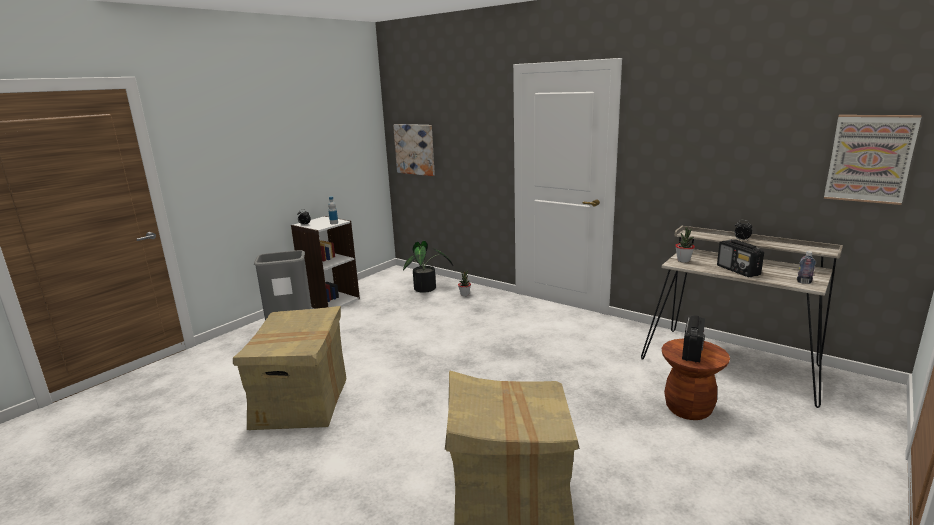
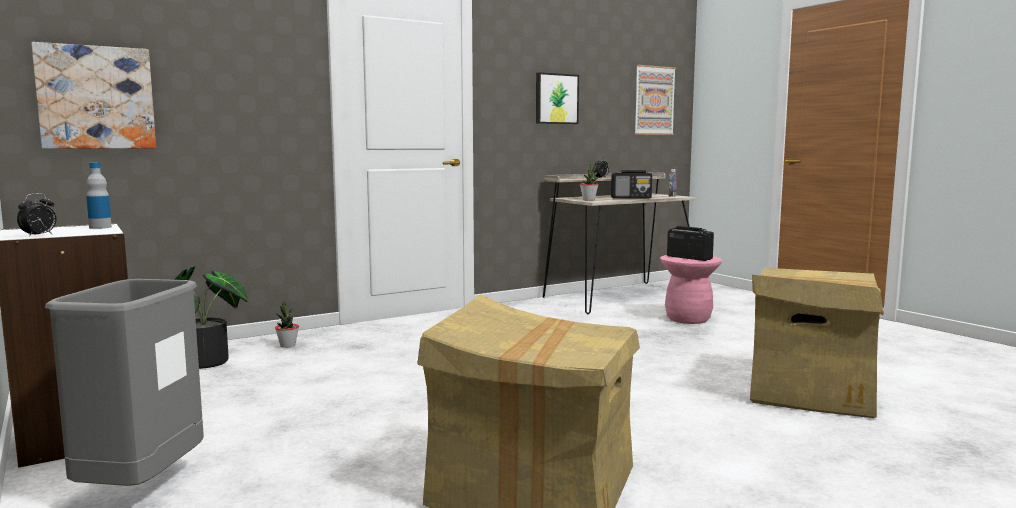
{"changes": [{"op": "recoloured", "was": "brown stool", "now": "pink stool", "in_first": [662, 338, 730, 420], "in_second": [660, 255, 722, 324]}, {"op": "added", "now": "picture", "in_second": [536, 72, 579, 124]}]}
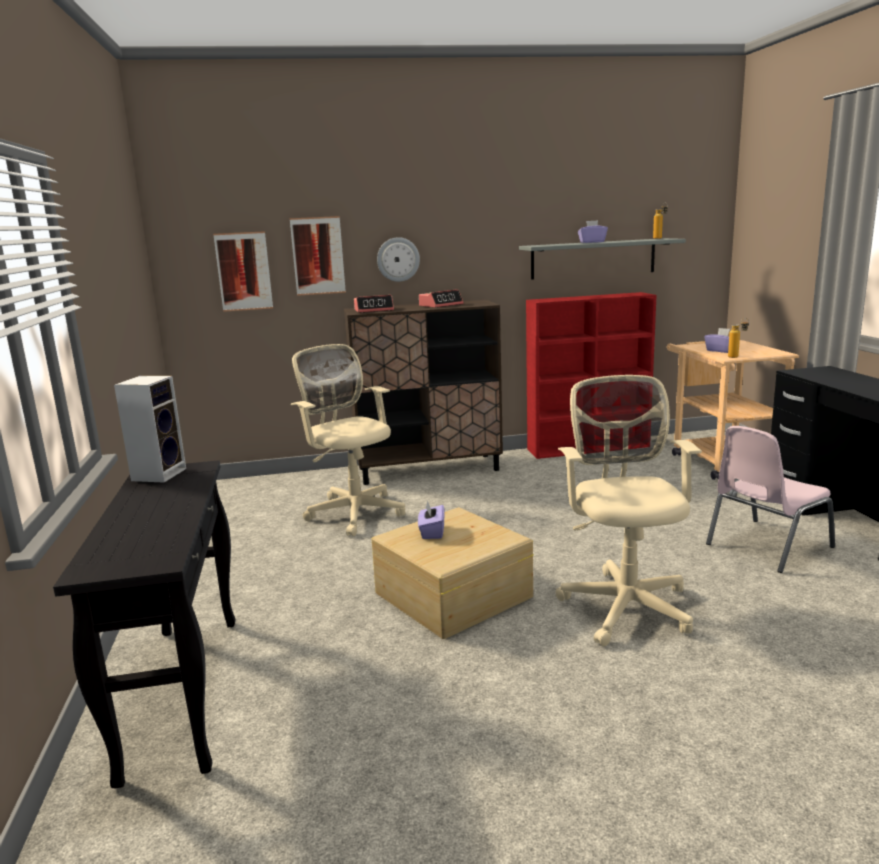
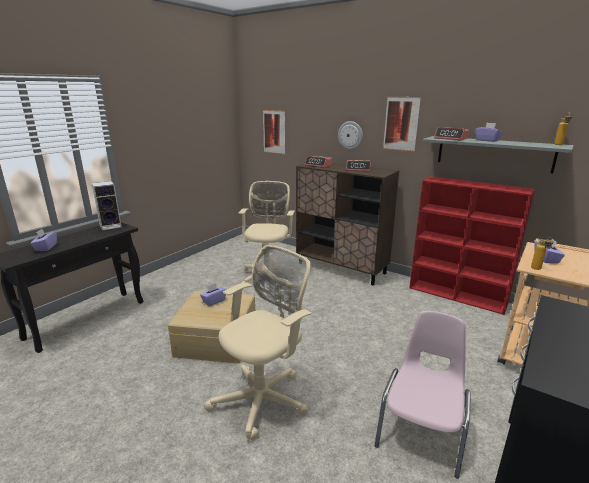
{"changes": [{"op": "moved", "was": "picture", "in_first": [290, 216, 346, 296], "in_second": [383, 97, 421, 151]}, {"op": "turned", "was": "pink chair", "in_first": [706, 426, 835, 573], "in_second": [375, 311, 471, 479], "clockwise": 105}, {"op": "added", "now": "purple tissue box", "in_second": [30, 229, 57, 251]}, {"op": "added", "now": "alarm clock", "in_second": [434, 127, 469, 140]}]}
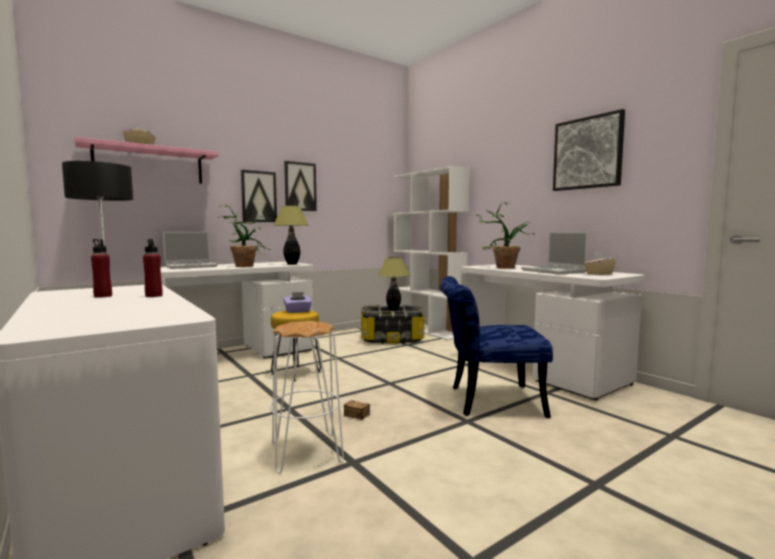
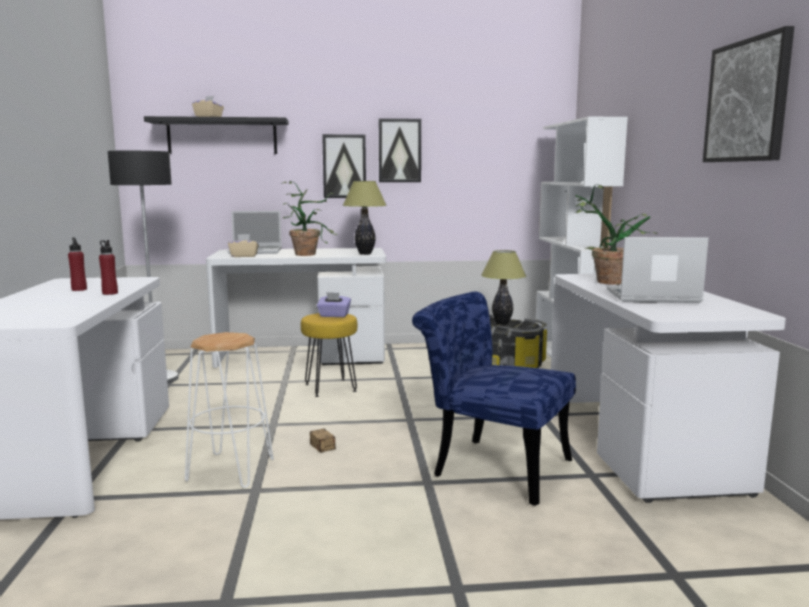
{"changes": [{"op": "recoloured", "was": "pink shelf", "now": "black shelf", "in_first": [75, 137, 219, 184], "in_second": [144, 116, 289, 154]}, {"op": "turned", "was": "laptop", "in_first": [521, 231, 589, 274], "in_second": [607, 237, 709, 303], "clockwise": 90}, {"op": "moved", "was": "beige tissue box", "in_first": [584, 252, 616, 275], "in_second": [228, 234, 259, 257]}]}
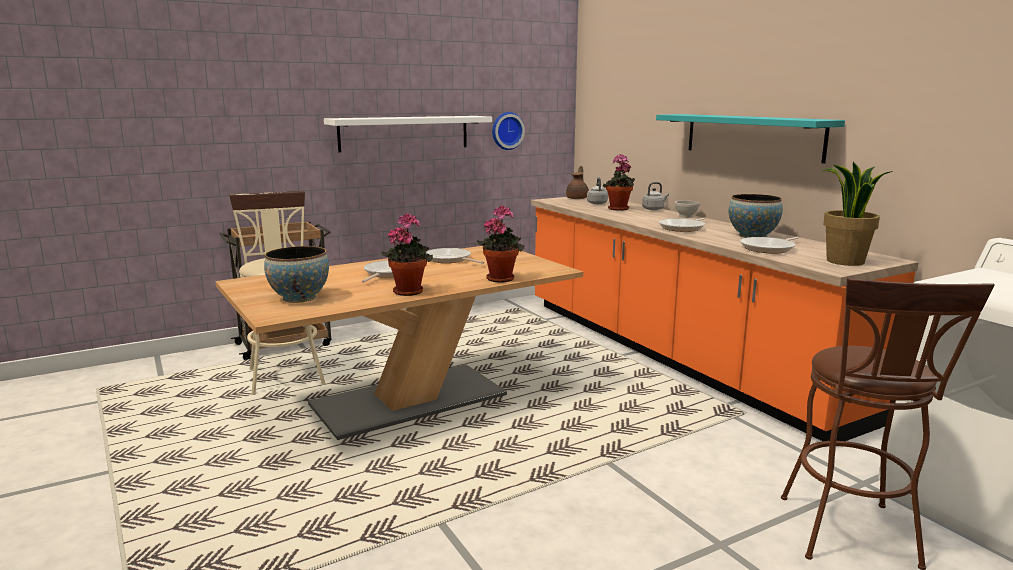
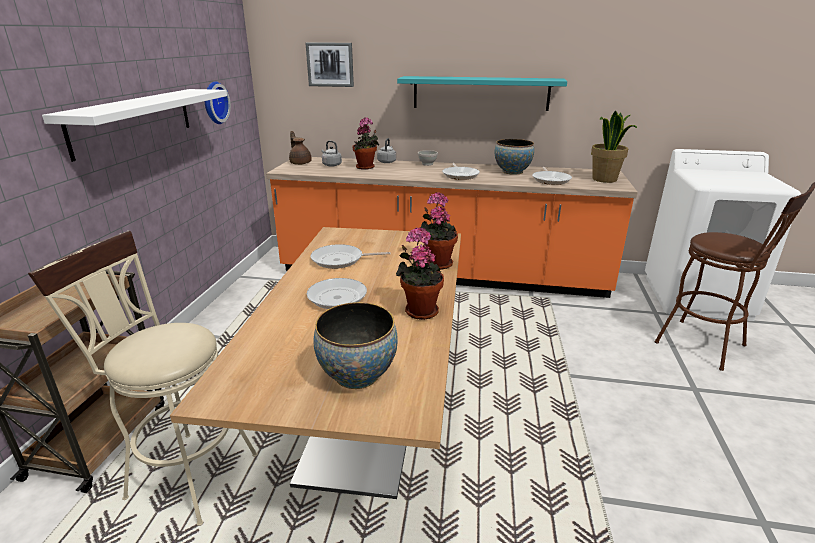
{"changes": [{"op": "added", "now": "picture", "in_second": [306, 43, 354, 87]}]}
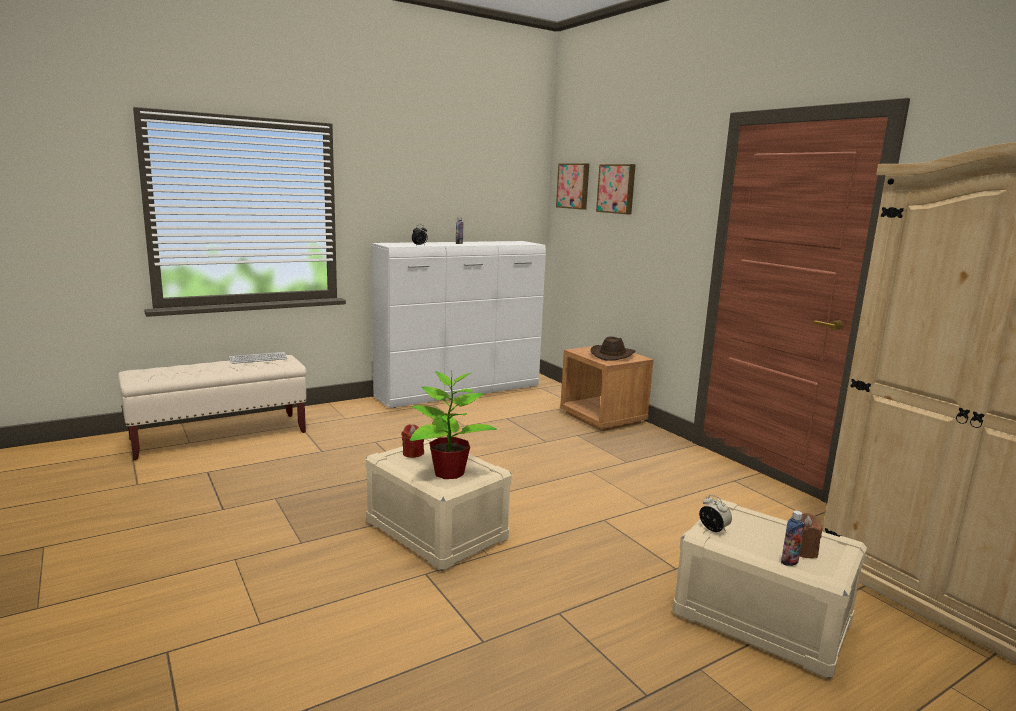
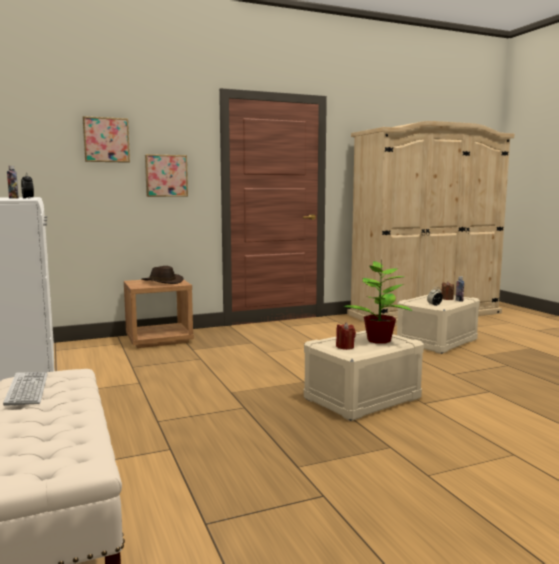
{"changes": [{"op": "moved", "was": "picture", "in_first": [556, 163, 589, 210], "in_second": [145, 154, 188, 197]}]}
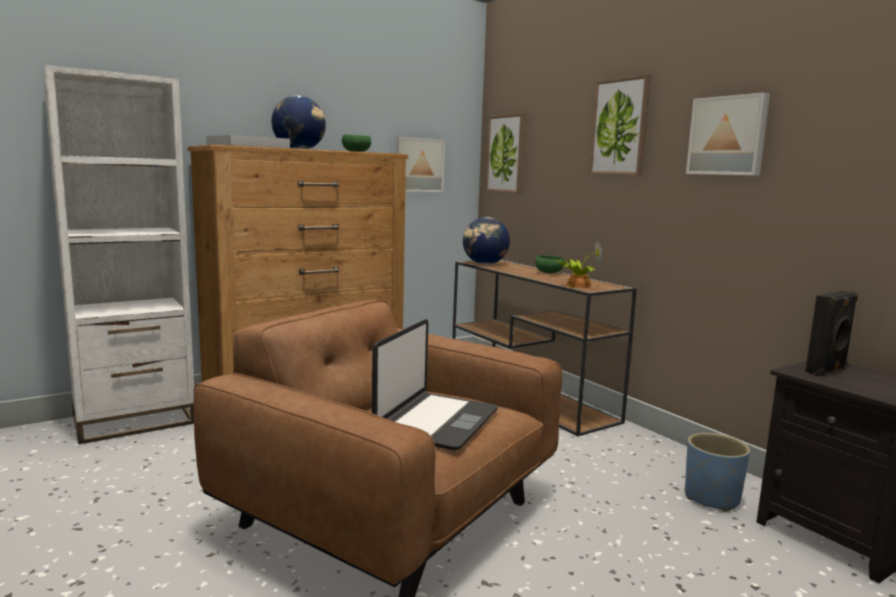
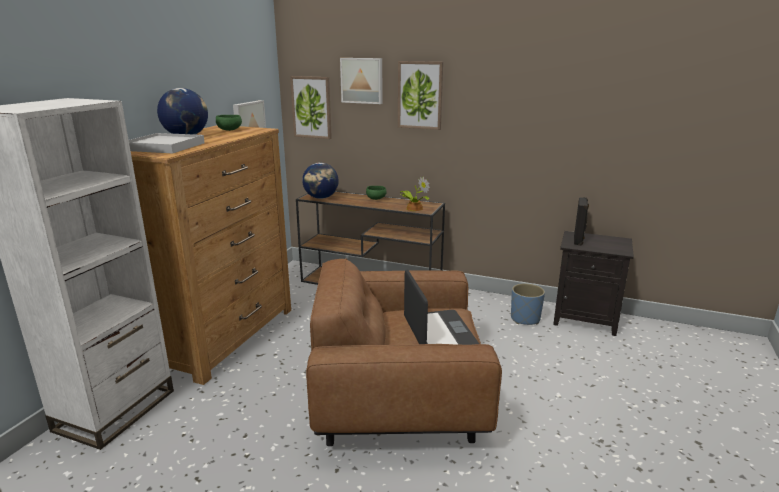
{"changes": [{"op": "moved", "was": "picture", "in_first": [686, 92, 770, 176], "in_second": [340, 58, 382, 104]}]}
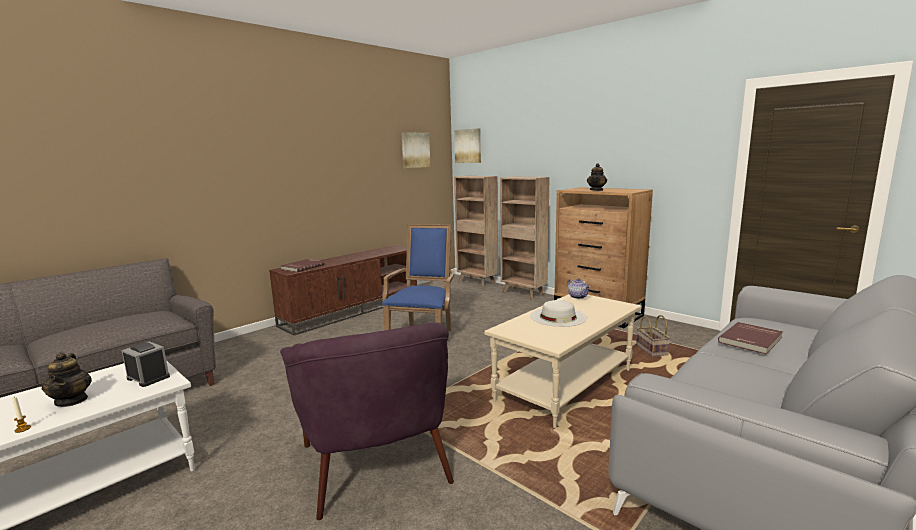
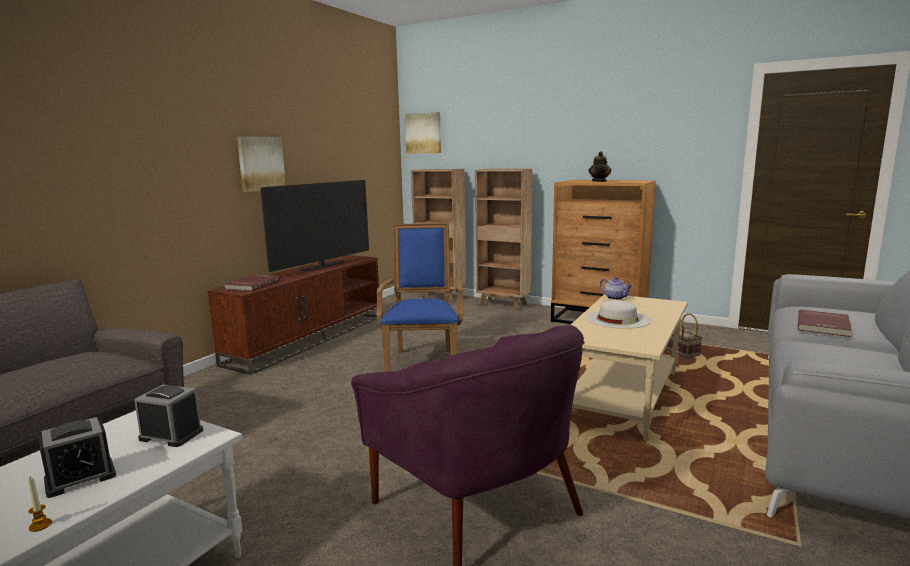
{"changes": [{"op": "replaced", "was": "teapot", "now": "alarm clock", "in_first": [41, 352, 92, 407], "in_second": [38, 417, 116, 498]}, {"op": "moved", "was": "picture", "in_first": [402, 132, 430, 168], "in_second": [237, 137, 286, 192]}, {"op": "added", "now": "television", "in_second": [260, 180, 369, 272]}]}
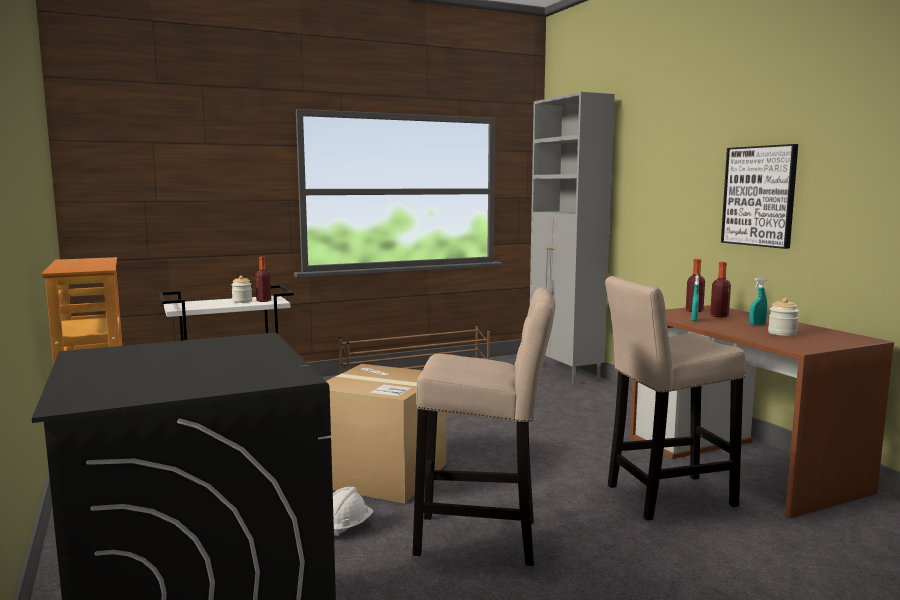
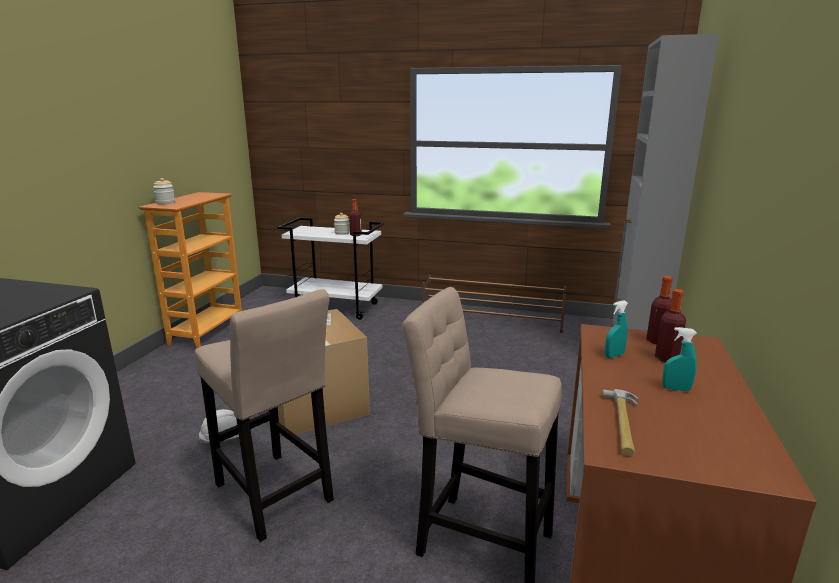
{"changes": [{"op": "removed", "was": "picture", "in_first": [721, 144, 798, 249]}, {"op": "moved", "was": "jar", "in_first": [768, 298, 799, 336], "in_second": [153, 178, 175, 204]}, {"op": "added", "now": "hammer", "in_second": [602, 389, 638, 456]}]}
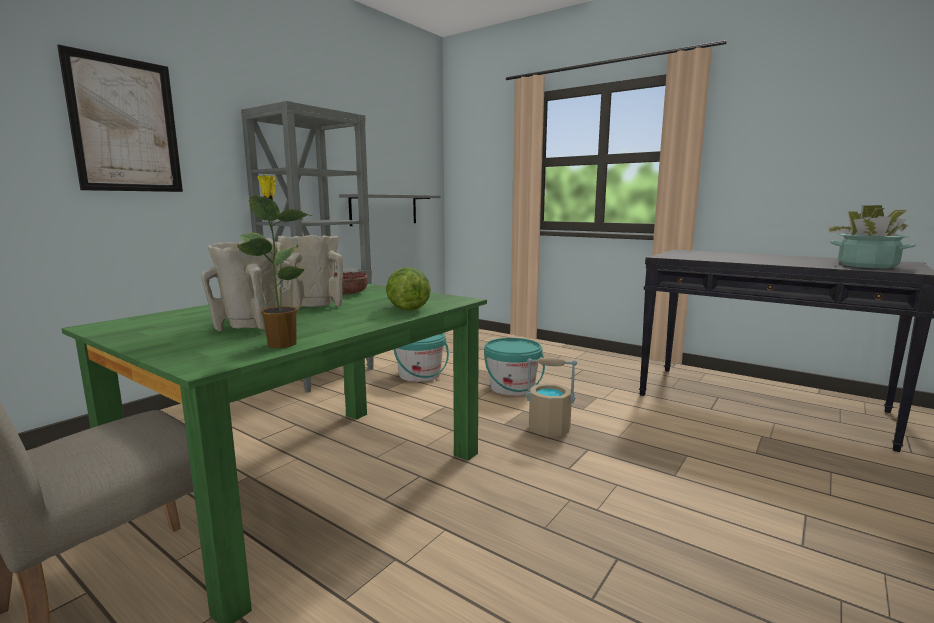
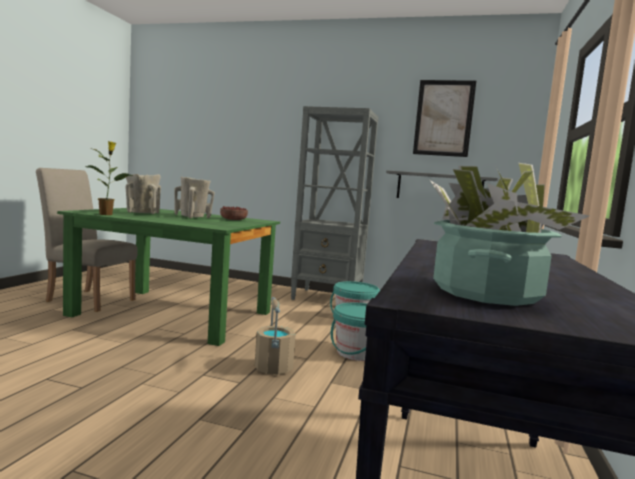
{"changes": [{"op": "moved", "was": "picture", "in_first": [57, 44, 183, 192], "in_second": [413, 80, 476, 157]}, {"op": "removed", "was": "lettuce", "in_first": [386, 267, 431, 310]}]}
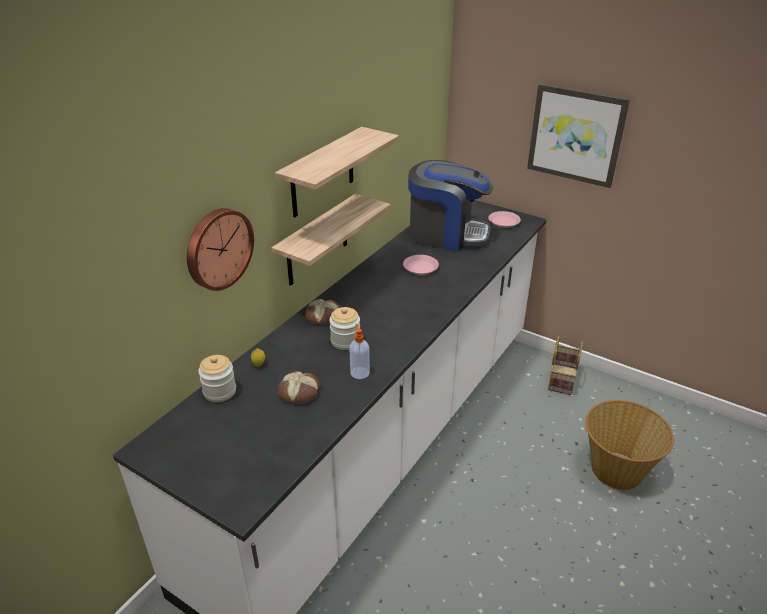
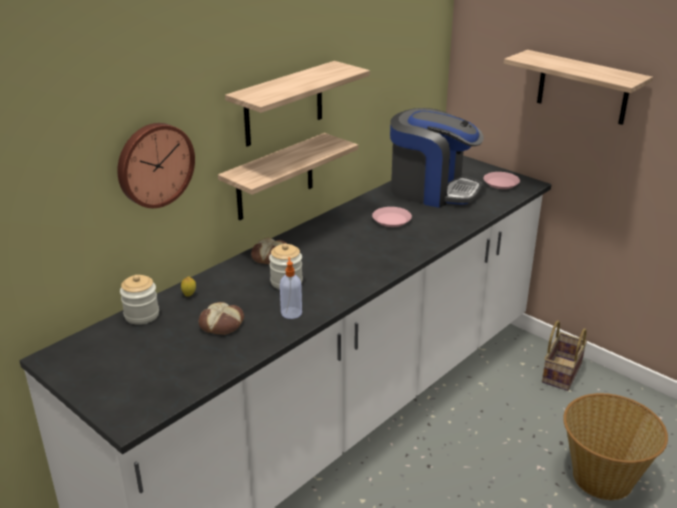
{"changes": [{"op": "replaced", "was": "picture", "now": "shelf", "in_first": [527, 84, 630, 188], "in_second": [504, 50, 653, 125]}]}
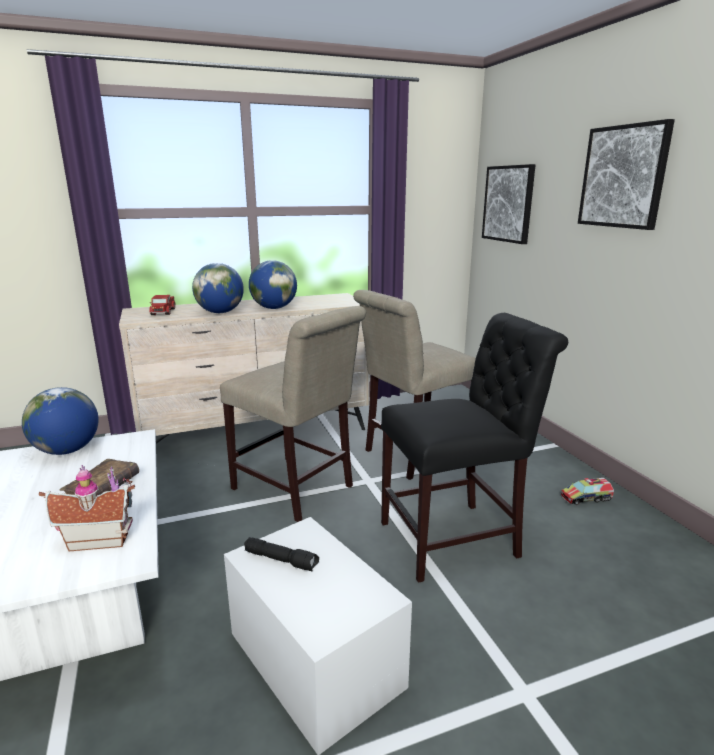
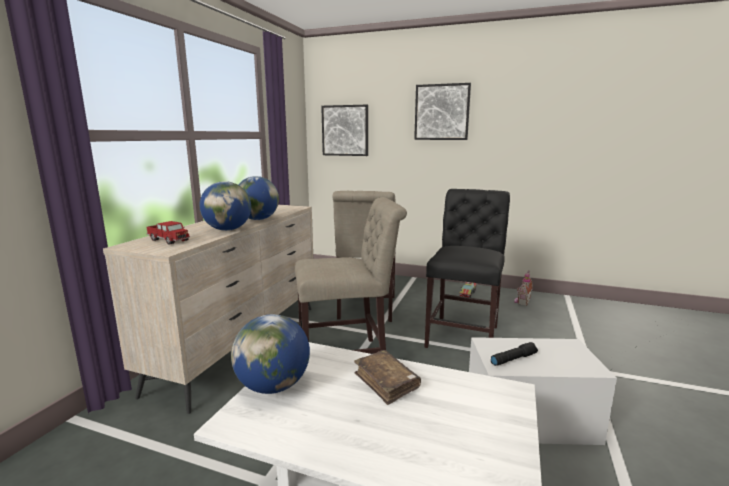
{"changes": [{"op": "moved", "was": "toy house", "in_first": [39, 465, 135, 551], "in_second": [514, 271, 533, 306]}]}
